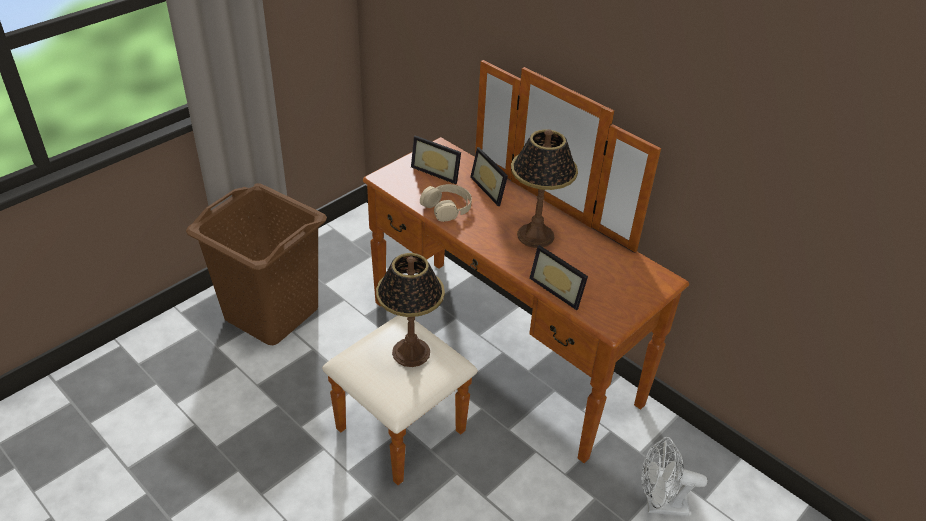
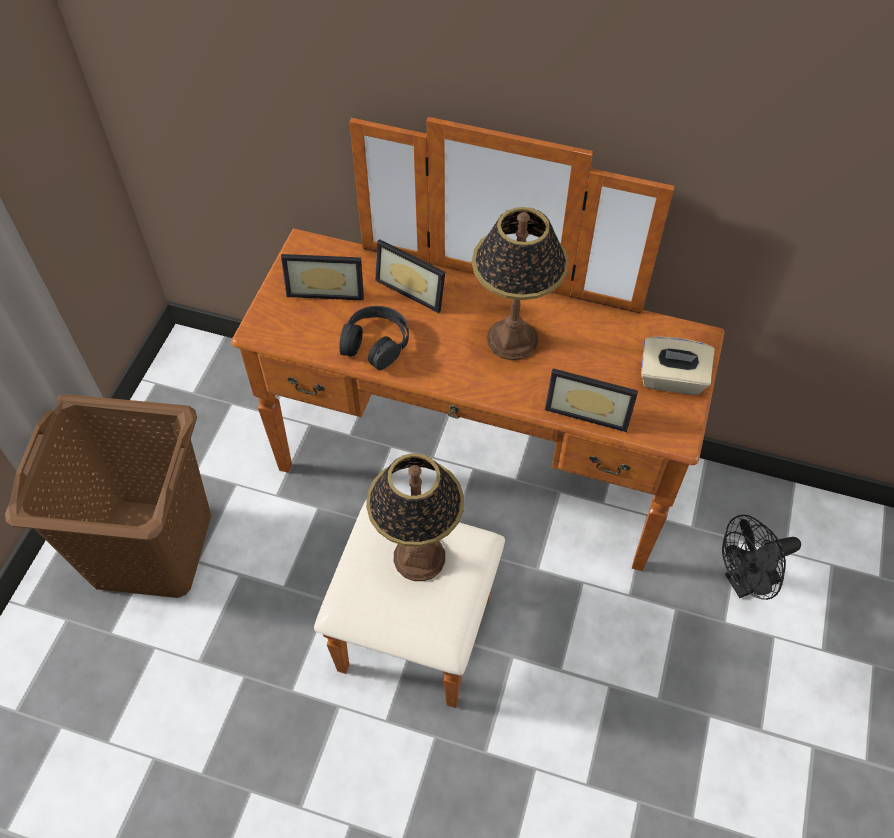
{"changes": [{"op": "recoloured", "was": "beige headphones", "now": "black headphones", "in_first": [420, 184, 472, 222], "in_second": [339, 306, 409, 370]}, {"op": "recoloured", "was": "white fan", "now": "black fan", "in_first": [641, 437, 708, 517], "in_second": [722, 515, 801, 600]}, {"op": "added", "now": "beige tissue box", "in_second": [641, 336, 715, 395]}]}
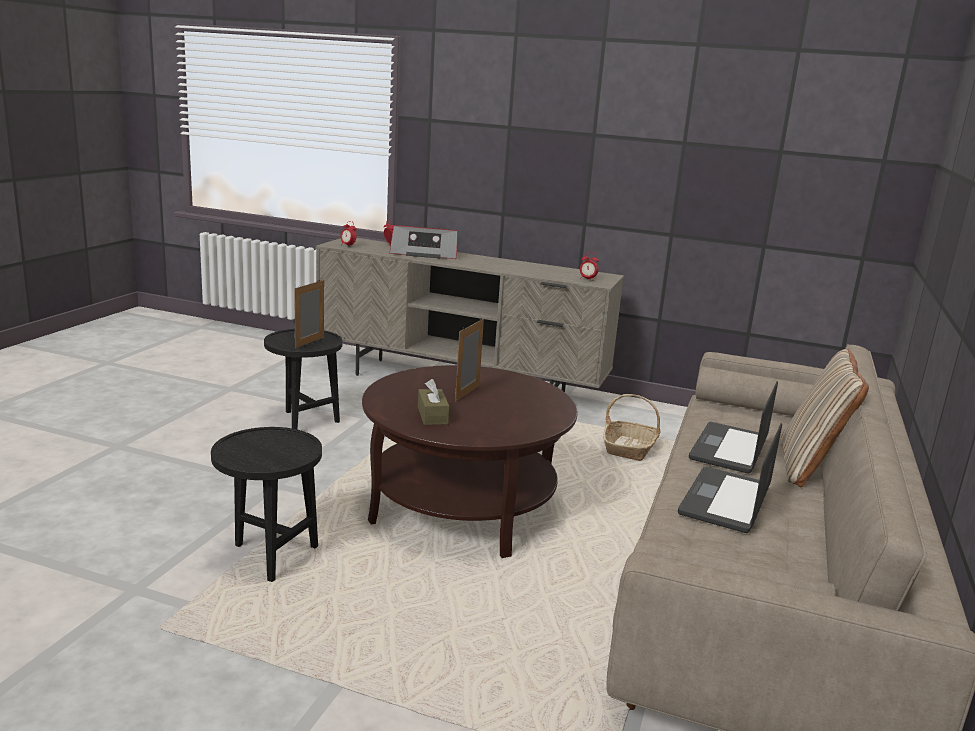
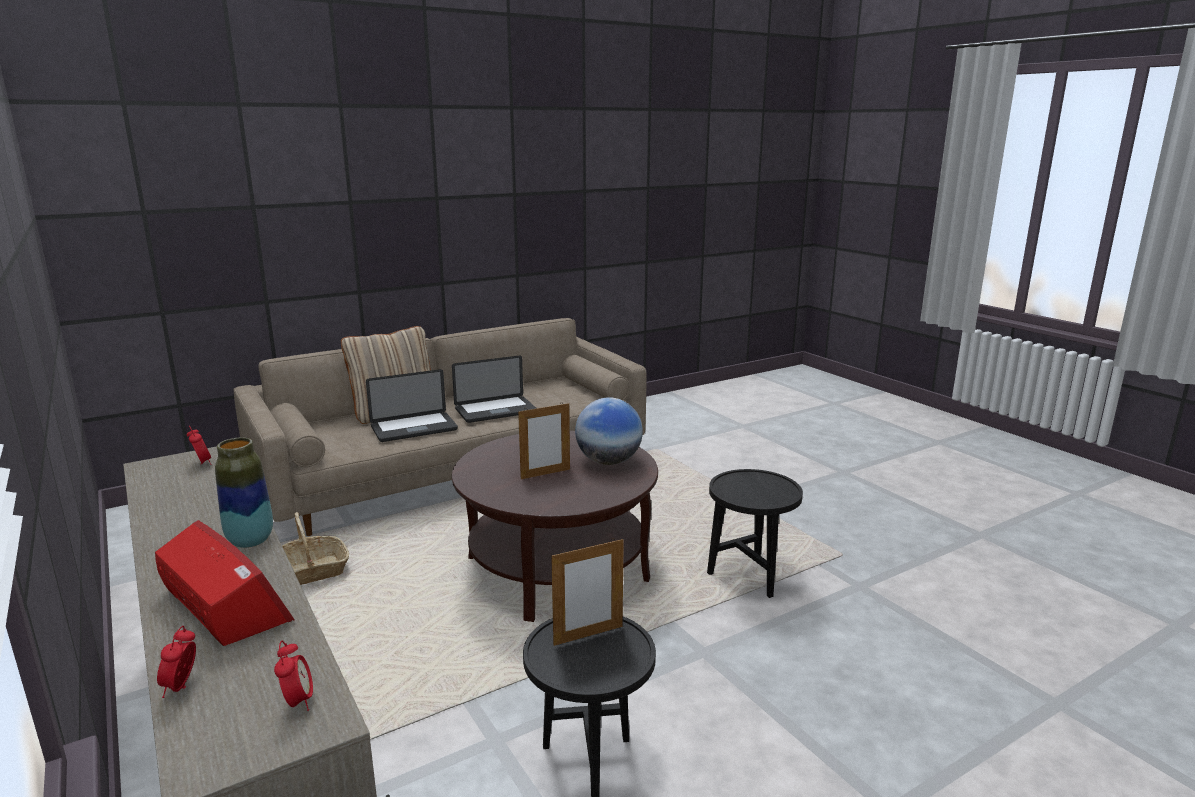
{"changes": [{"op": "replaced", "was": "brown tissue box", "now": "globe", "in_first": [418, 379, 449, 425], "in_second": [575, 397, 643, 465]}, {"op": "added", "now": "vase", "in_second": [215, 437, 273, 548]}]}
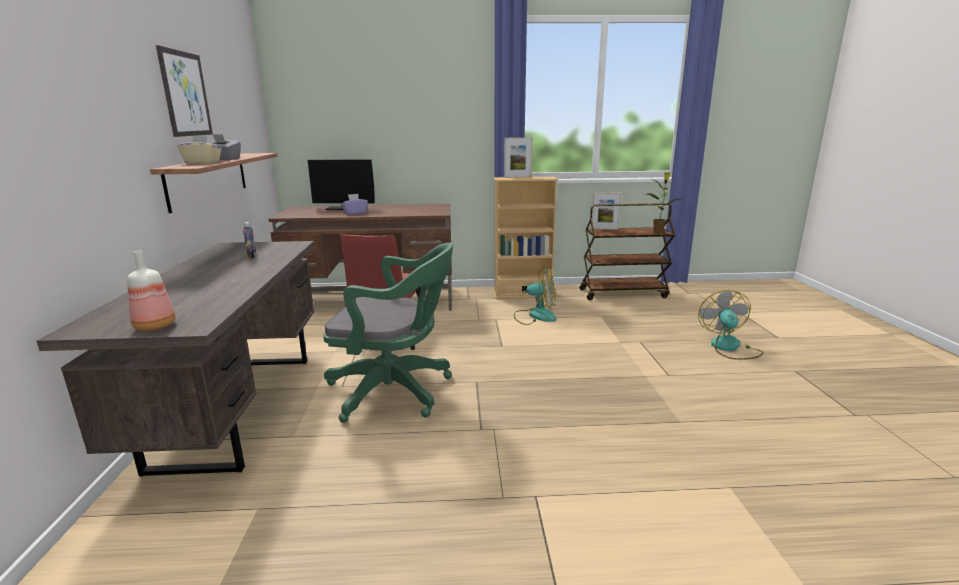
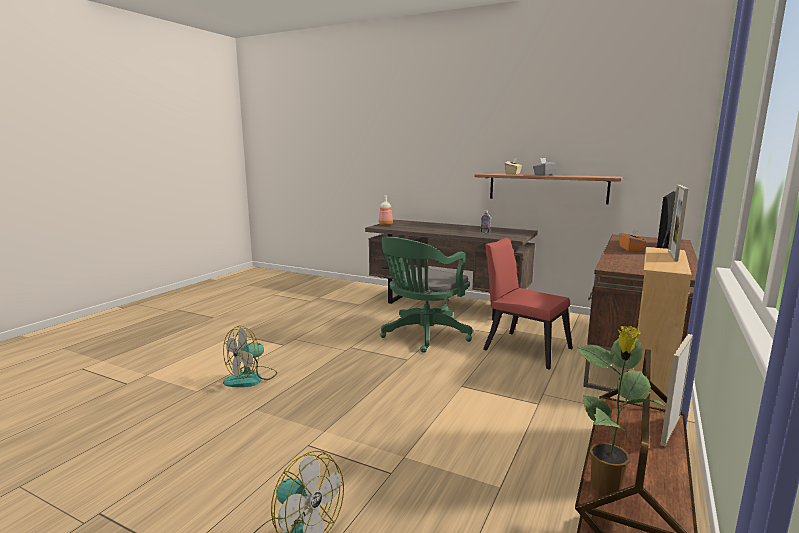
{"changes": [{"op": "removed", "was": "picture", "in_first": [156, 45, 213, 137]}, {"op": "recoloured", "was": "purple tissue box", "now": "orange tissue box", "in_first": [341, 194, 368, 215], "in_second": [619, 229, 645, 251]}, {"op": "moved", "was": "fan", "in_first": [514, 266, 557, 325], "in_second": [223, 326, 277, 387]}]}
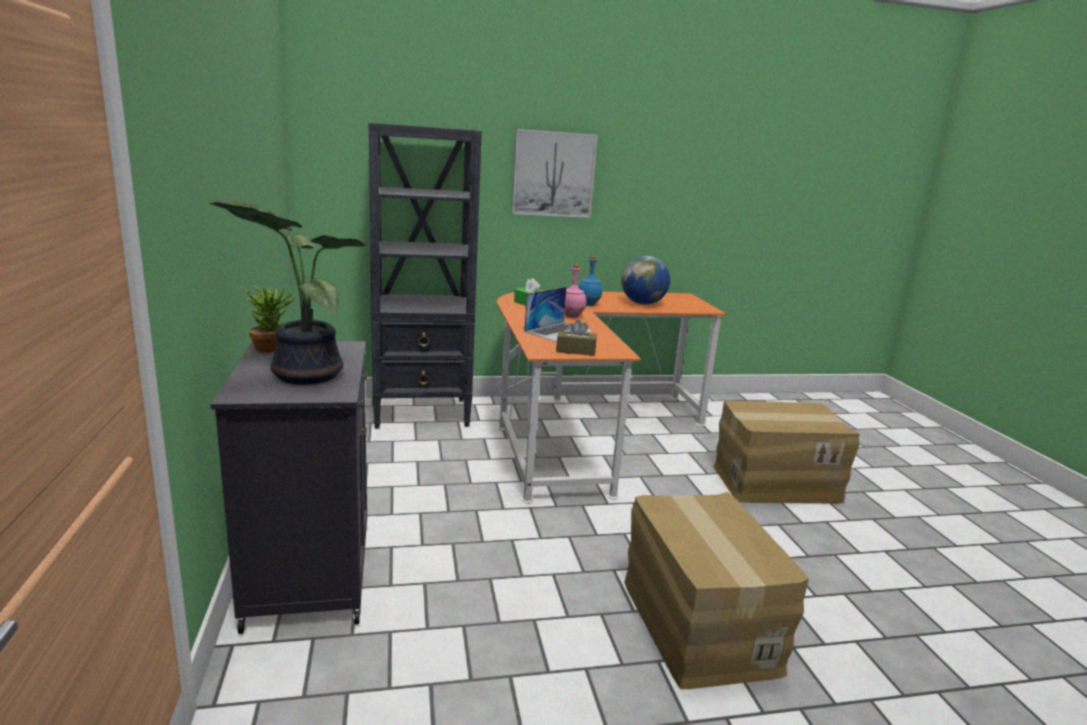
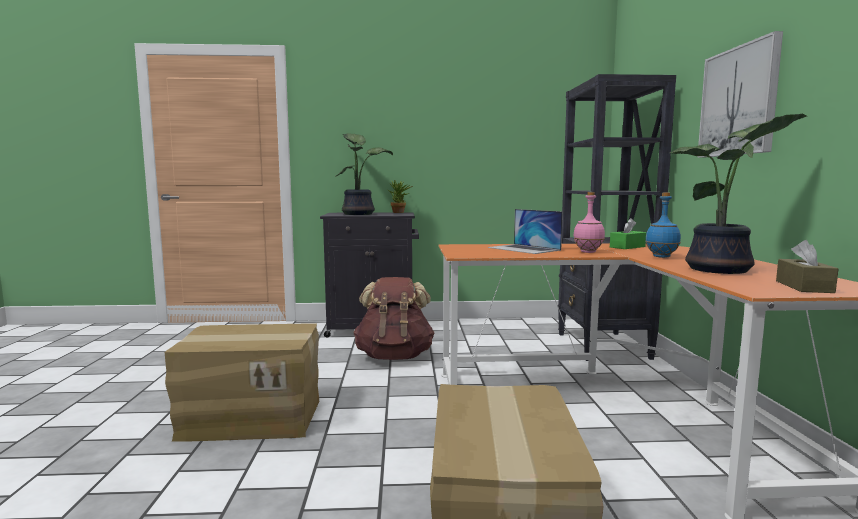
{"changes": [{"op": "moved", "was": "brown tissue box", "in_first": [556, 319, 597, 356], "in_second": [776, 240, 839, 293]}, {"op": "replaced", "was": "globe", "now": "potted plant", "in_first": [621, 256, 670, 305], "in_second": [670, 114, 807, 274]}, {"op": "added", "now": "brown backpack", "in_second": [353, 277, 435, 360]}]}
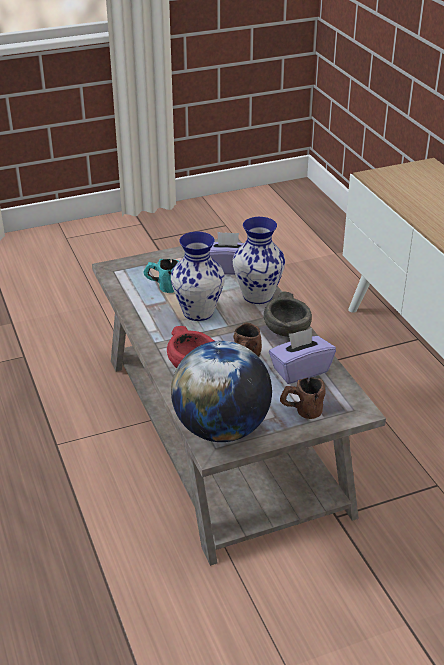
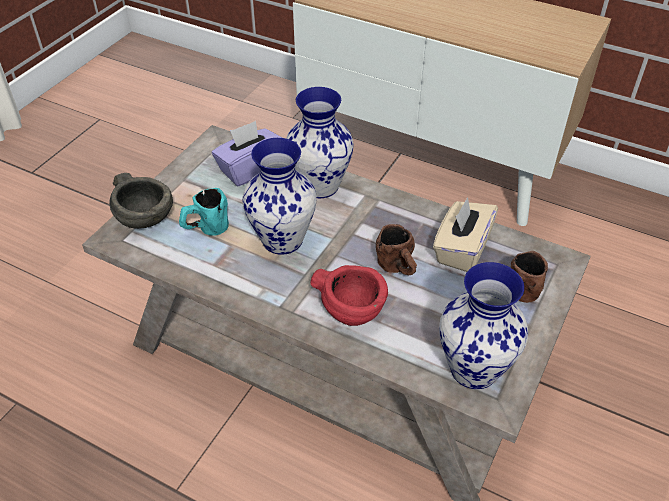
{"changes": [{"op": "replaced", "was": "globe", "now": "vase", "in_first": [171, 341, 272, 442], "in_second": [439, 262, 528, 389]}, {"op": "moved", "was": "grey bowl", "in_first": [264, 291, 312, 337], "in_second": [109, 173, 173, 229]}, {"op": "recoloured", "was": "purple tissue box", "now": "beige tissue box", "in_first": [269, 328, 336, 384], "in_second": [433, 197, 498, 272]}]}
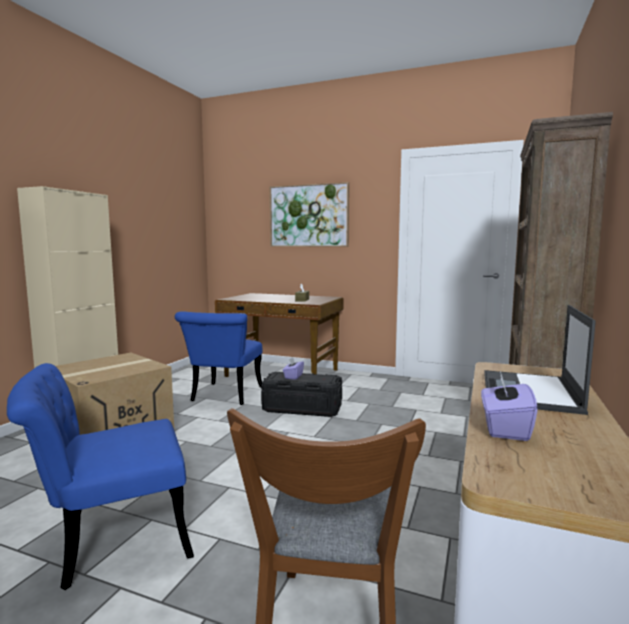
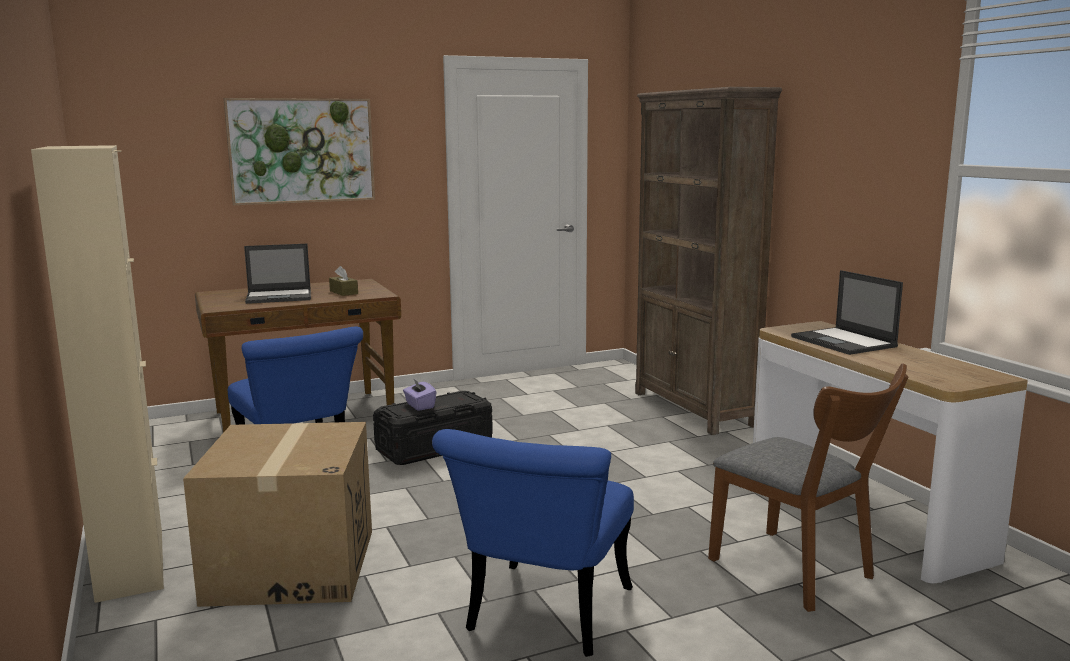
{"changes": [{"op": "removed", "was": "purple tissue box", "in_first": [481, 371, 538, 441]}, {"op": "added", "now": "laptop", "in_second": [244, 244, 311, 304]}]}
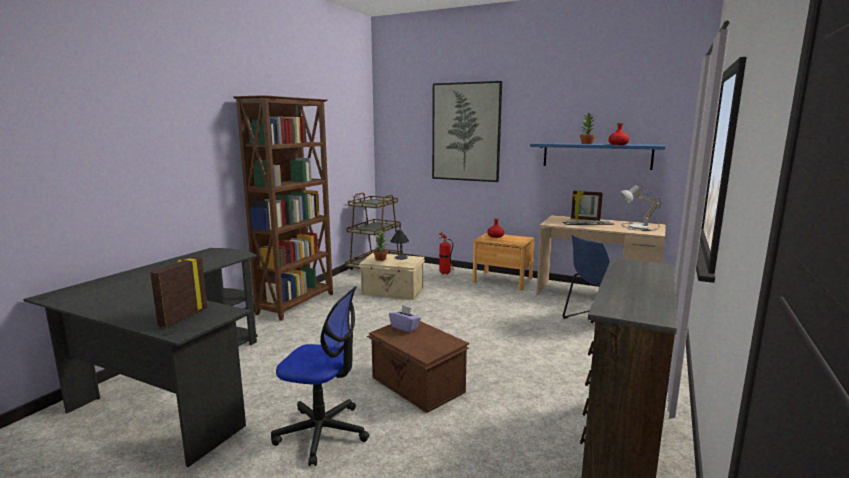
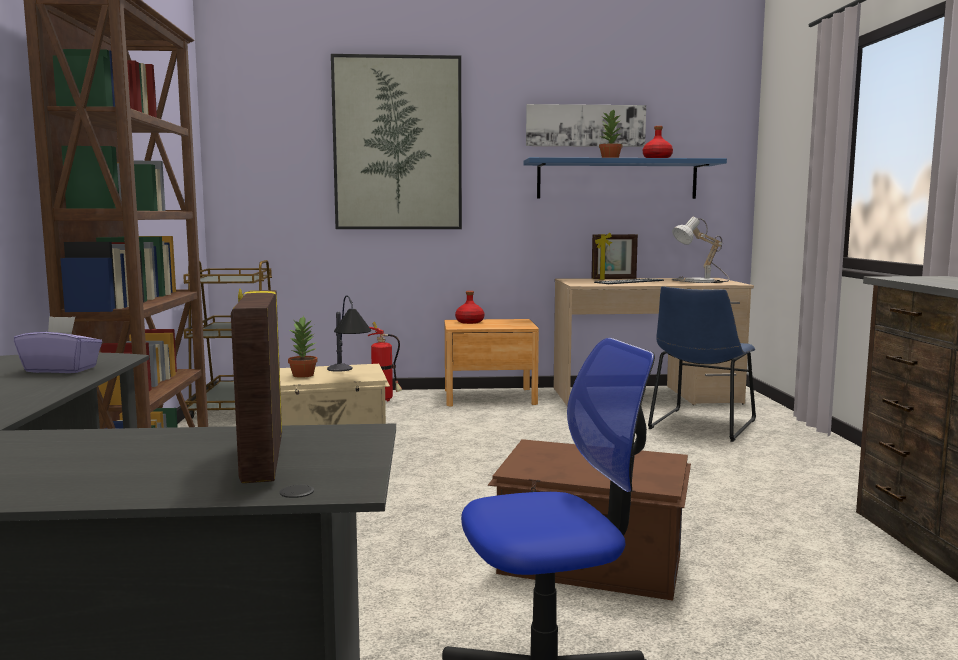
{"changes": [{"op": "moved", "was": "purple tissue box", "in_first": [389, 305, 421, 332], "in_second": [14, 316, 102, 373]}, {"op": "added", "now": "picture", "in_second": [526, 104, 646, 147]}]}
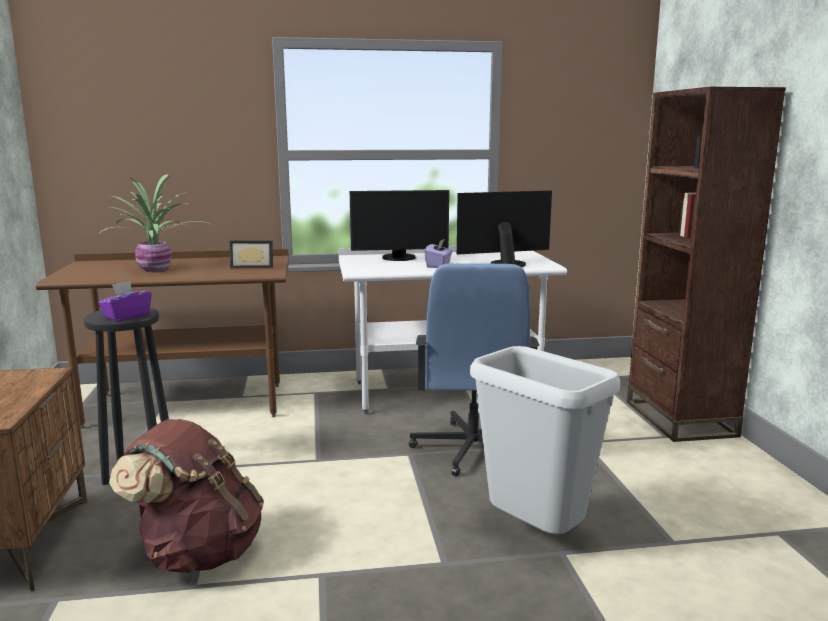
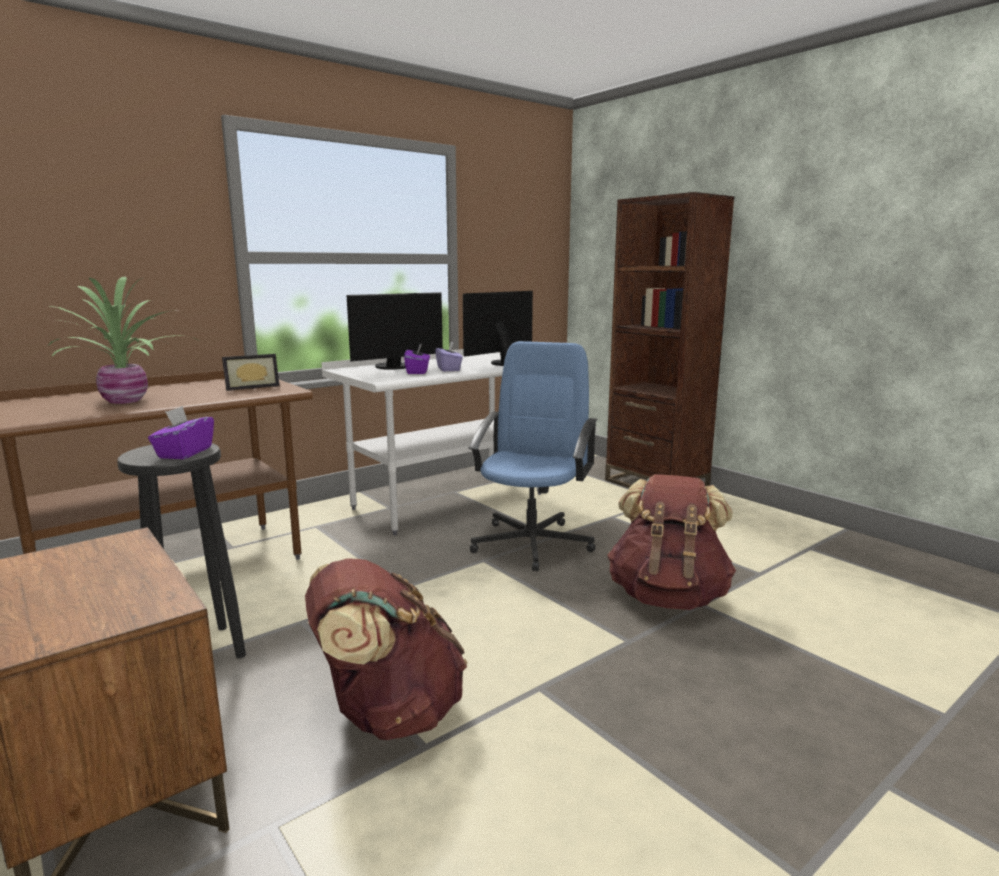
{"changes": [{"op": "turned", "was": "blue office chair", "in_first": [408, 263, 540, 477], "in_second": [469, 341, 598, 572], "clockwise": -135}, {"op": "replaced", "was": "grey trash can", "now": "brown backpack", "in_first": [470, 346, 620, 534], "in_second": [607, 474, 736, 610]}, {"op": "added", "now": "purple tissue box", "in_second": [404, 344, 430, 374]}]}
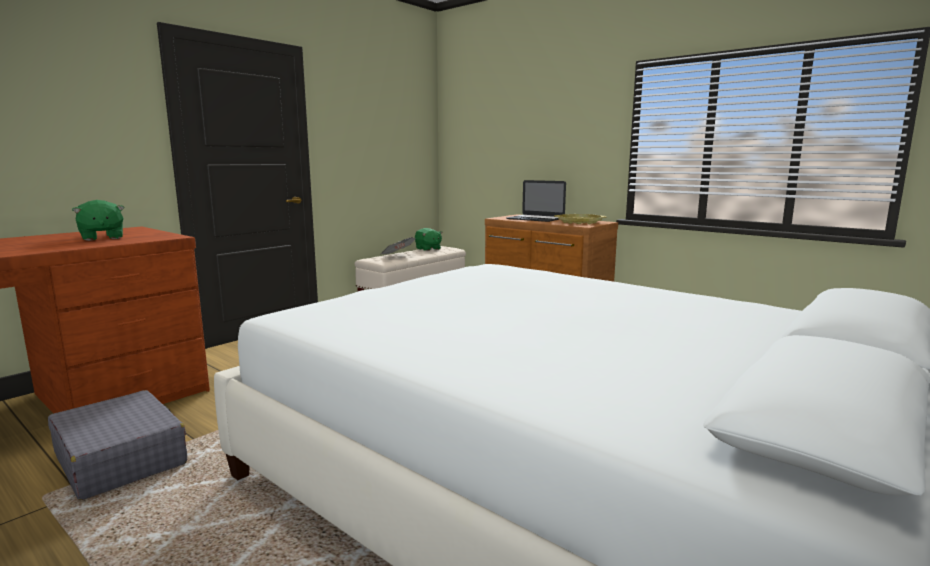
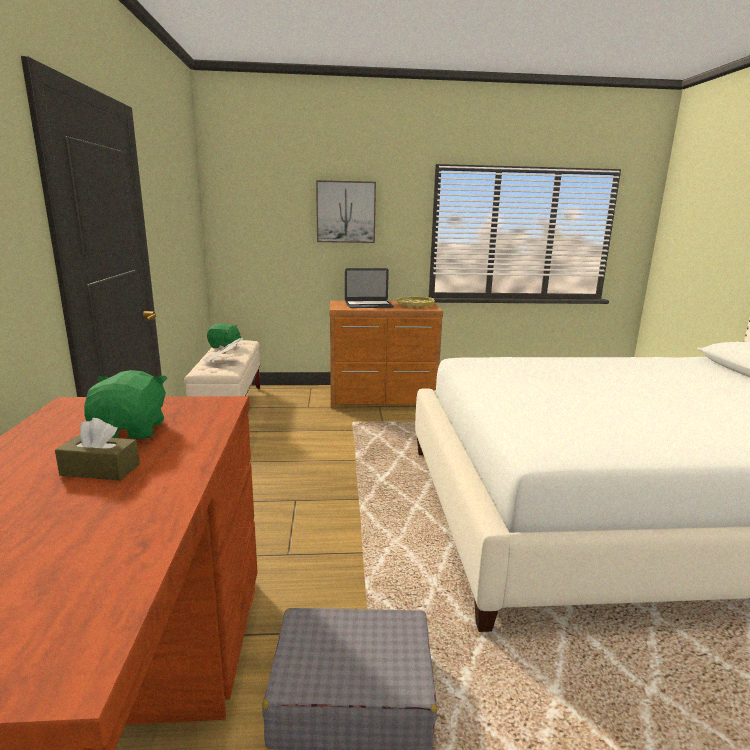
{"changes": [{"op": "turned", "was": "green plush toy", "in_first": [72, 200, 125, 241], "in_second": [84, 370, 167, 439], "clockwise": -105}, {"op": "added", "now": "brown tissue box", "in_second": [55, 418, 140, 481]}, {"op": "added", "now": "picture", "in_second": [316, 180, 376, 243]}]}
